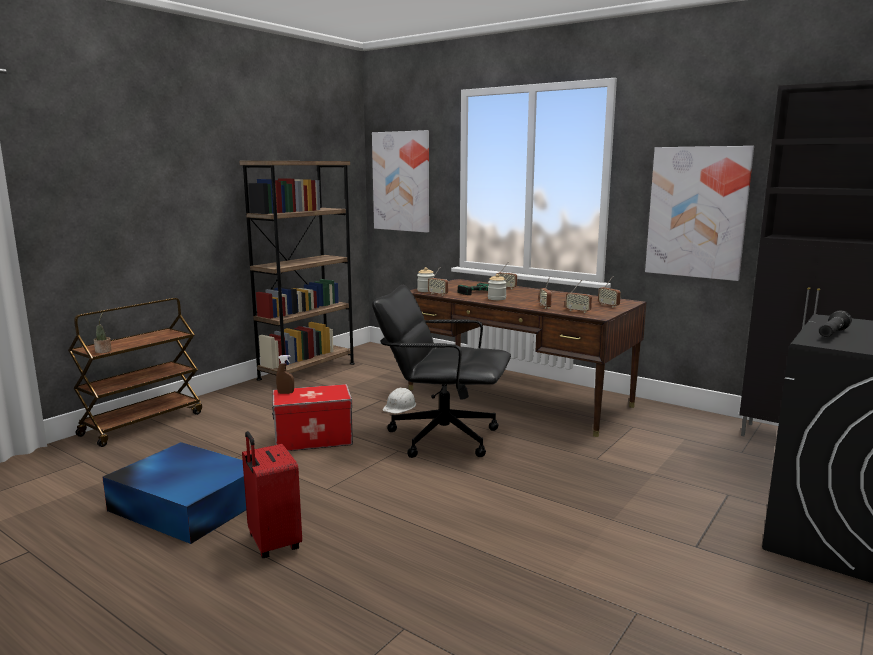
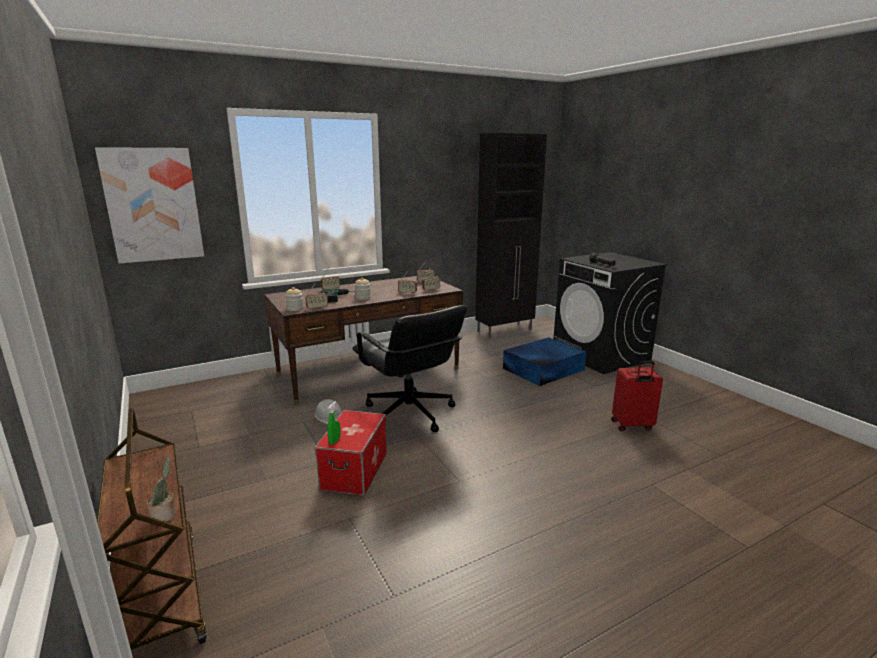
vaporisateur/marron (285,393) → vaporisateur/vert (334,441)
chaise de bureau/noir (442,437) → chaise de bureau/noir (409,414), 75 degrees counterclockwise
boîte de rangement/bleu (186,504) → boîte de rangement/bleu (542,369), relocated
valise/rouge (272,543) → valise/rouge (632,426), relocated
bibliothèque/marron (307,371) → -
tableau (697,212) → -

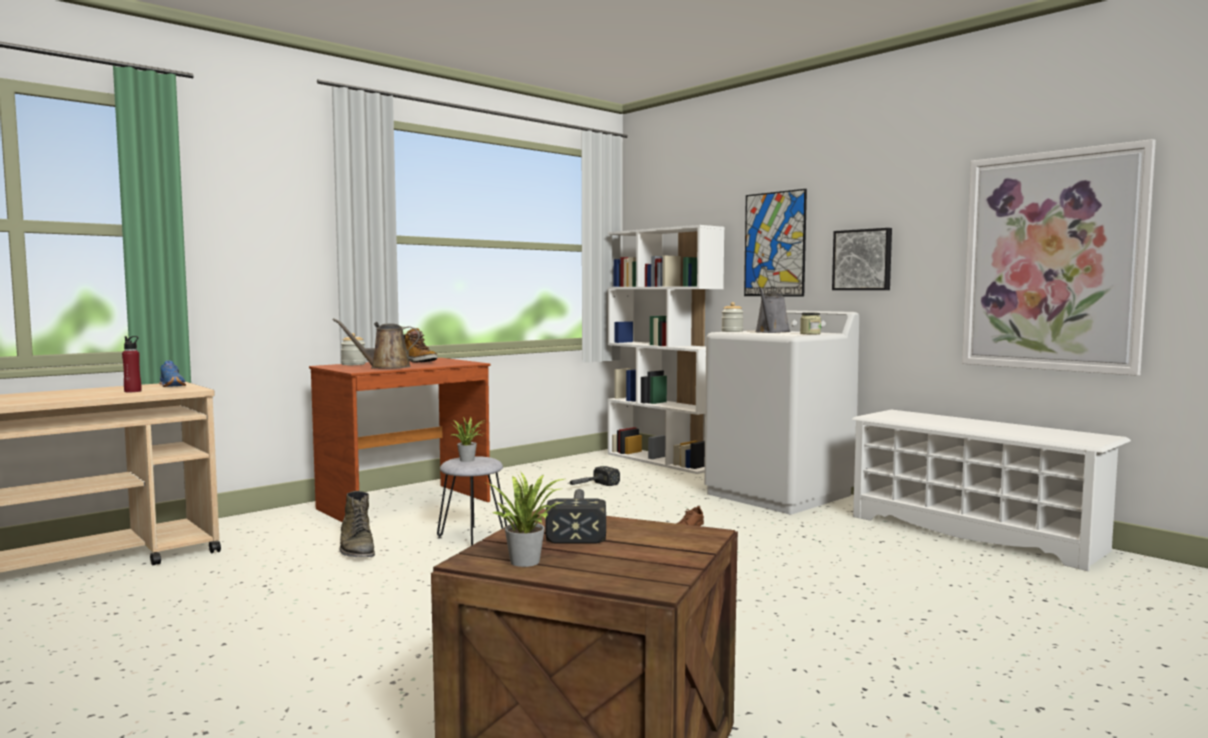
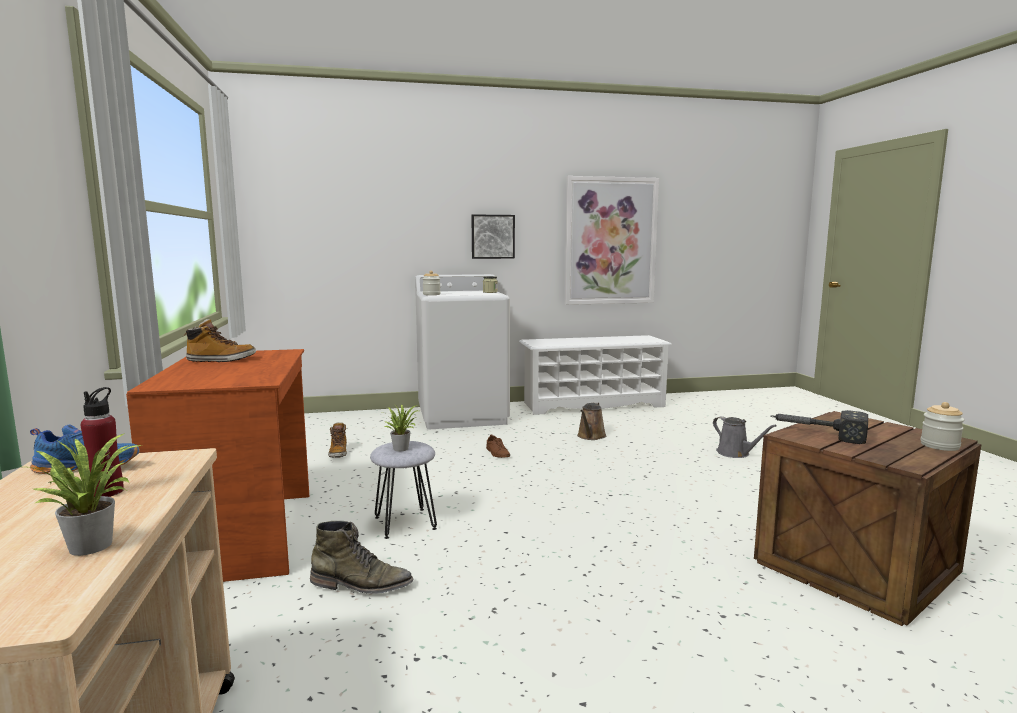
plante en pot (528,560) → plante en pot (92,544), relocated
marteau (590,486) → botte (338,453)
arrosoir/marron (385,367) → arrosoir/marron (590,436), relocated
arrosoir/gris (771,332) → arrosoir/gris (735,453), relocated
bocal (353,364) → bocal (939,446), relocated
bibliothèque/blanc (663,461) → -
tableau (774,244) → -

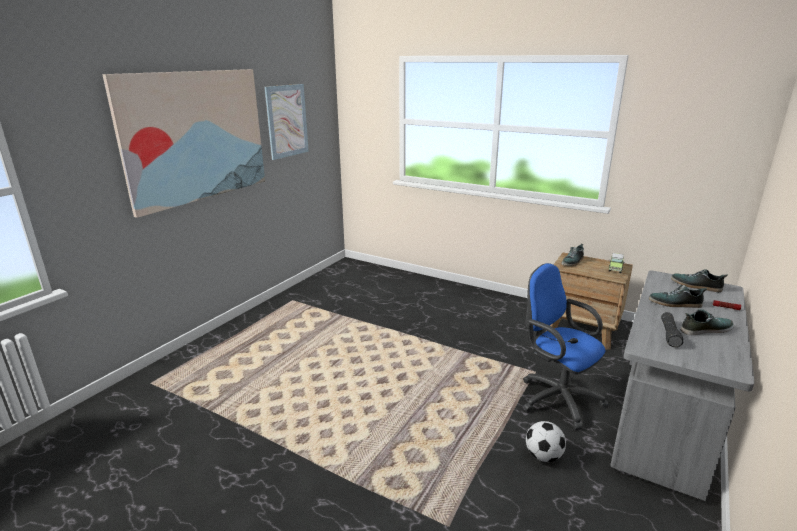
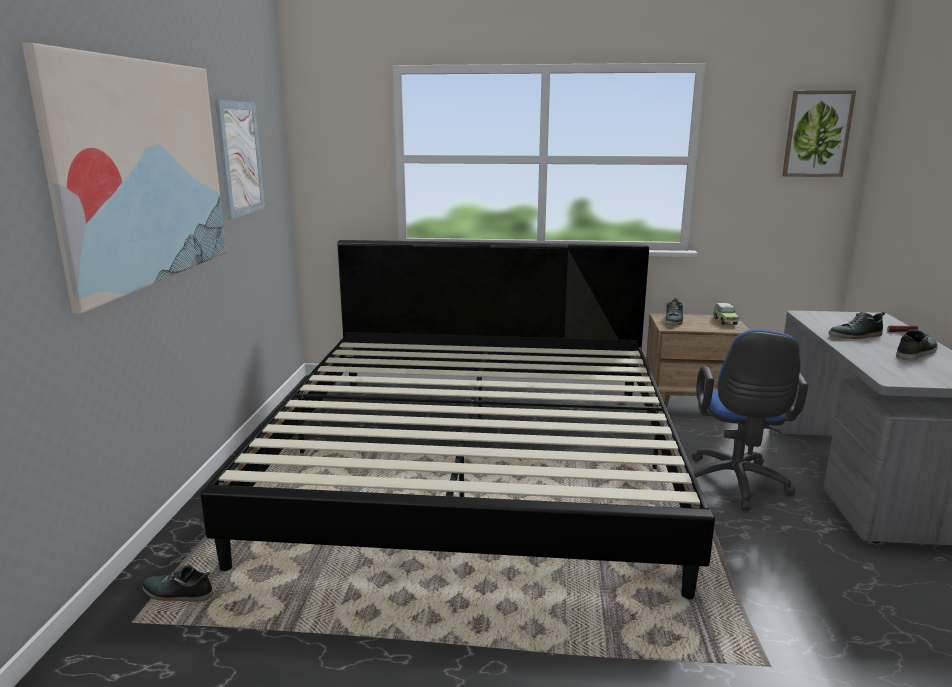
chaussure (696,285) → chaussure (177,593), relocated
- → lit (475,462)
chaise de bureau/bleu (556,398) → chaise de bureau/bleu (735,485), 105 degrees counterclockwise
- → tableau (817,134)
ballon de foot (543,456) → -
lampe de poche/noir (669,334) → -

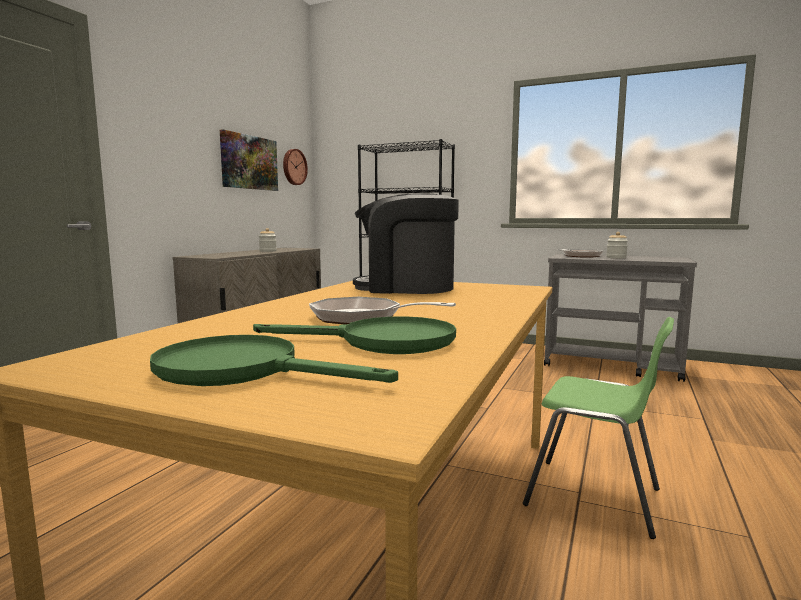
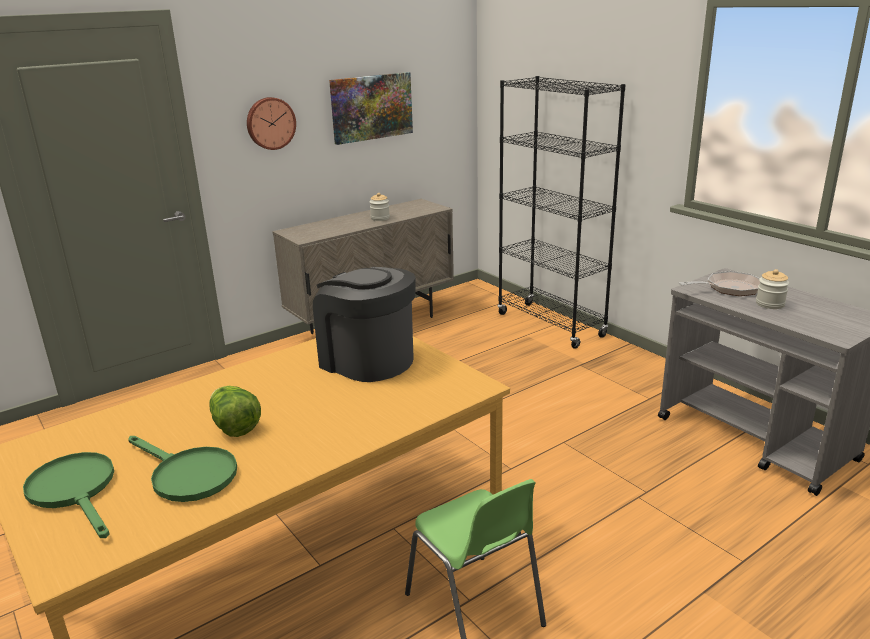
poêle (363,318) → laitue (234,427)
horloge murale (293,167) → horloge murale (270,123), relocated

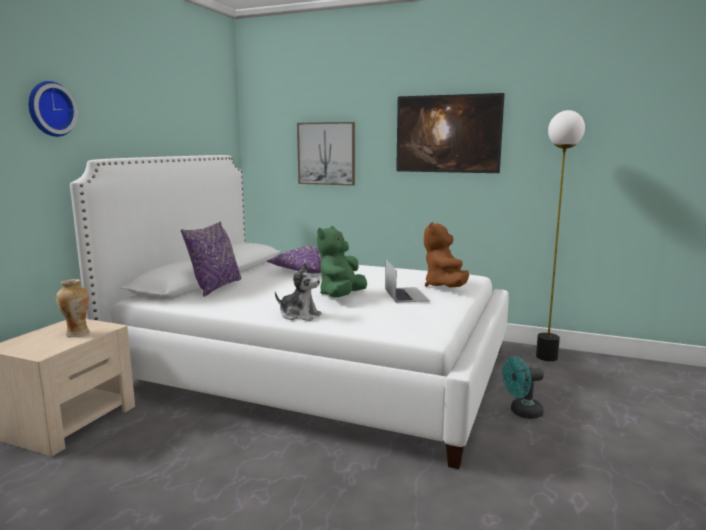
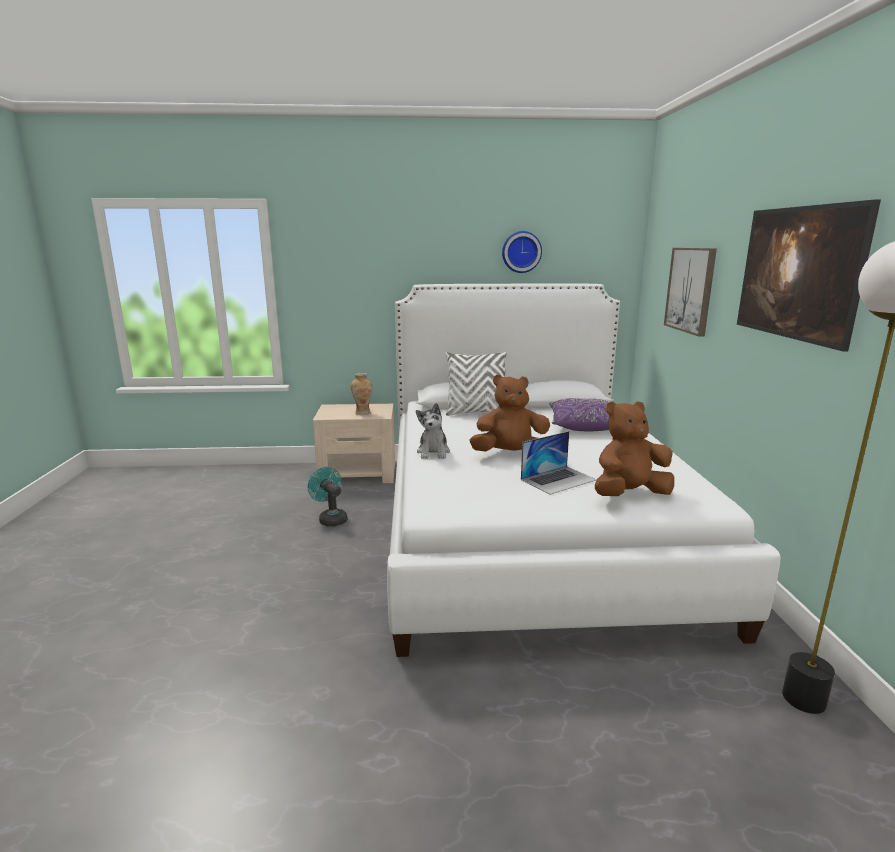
ventilateur/turquoise (521,412) → ventilateur/turquoise (330,519), relocated
coussin/violet (216,287) → coussin/blanc (476,412)
peluche/vert (341,296) → peluche/marron (510,454)
horloge murale (49,109) → horloge murale (521,252), relocated

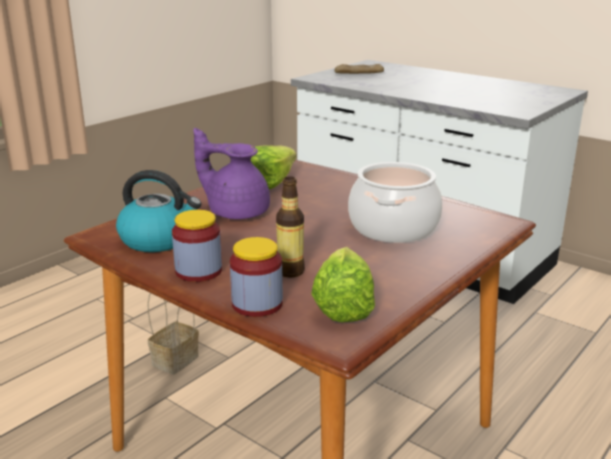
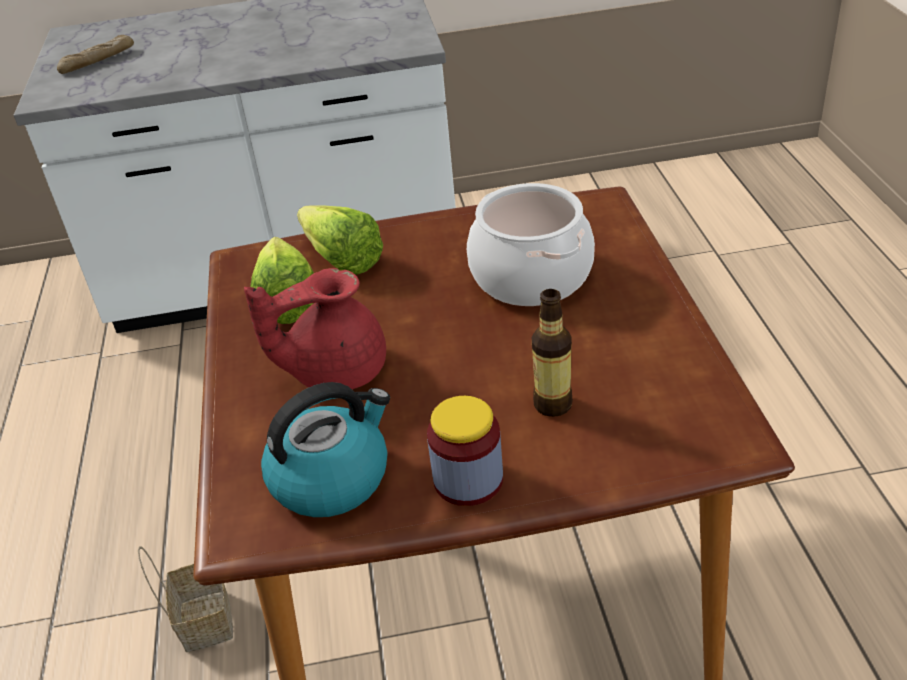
théière/violet (236,211) → théière/rouge (334,371)
laitue (346,303) → laitue (338,257), relocated
bocal (257,304) → -

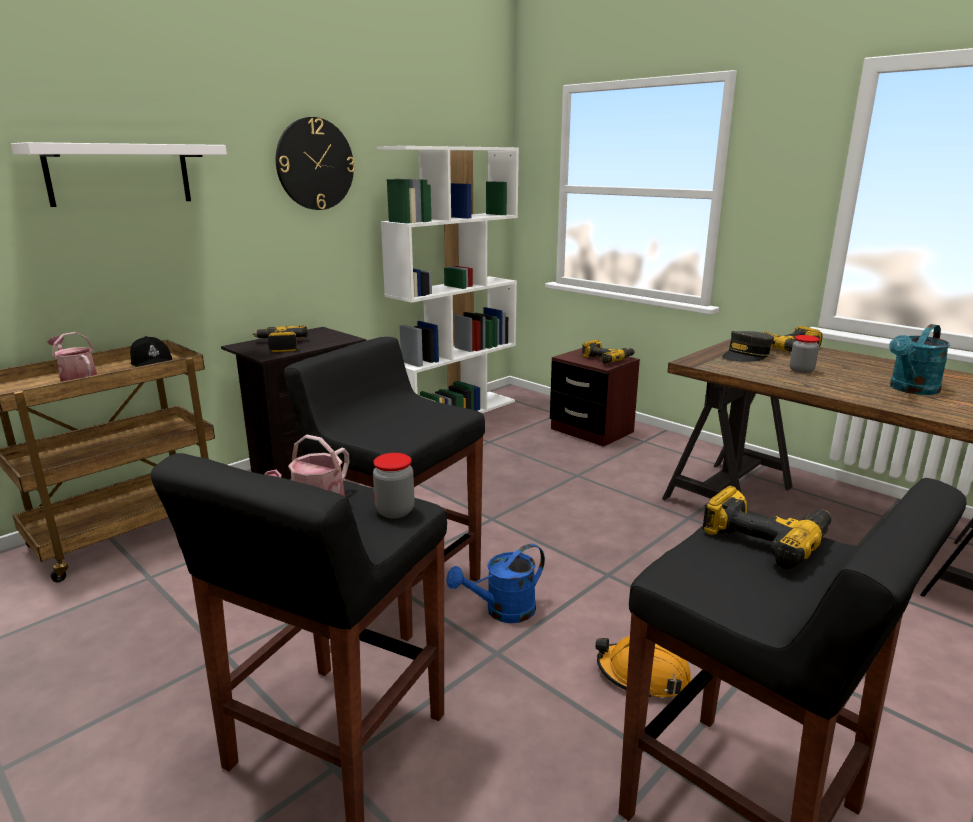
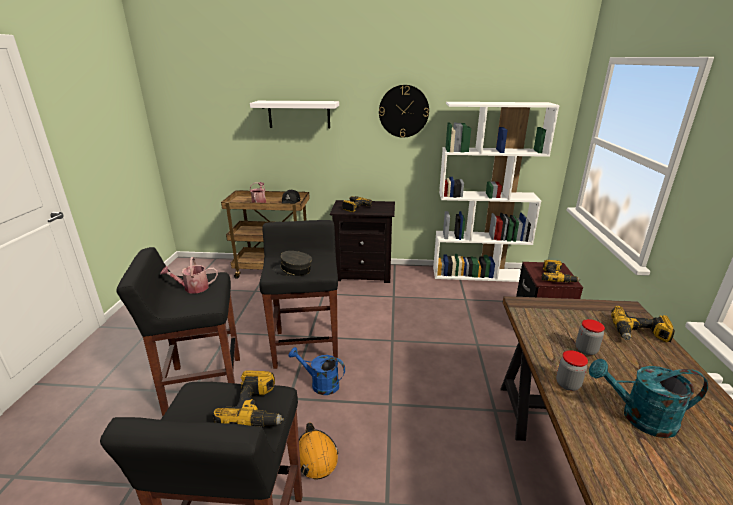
casquette/gris (746,356) → casquette/gris (293,270), relocated
bocal (395,511) → bocal (567,384), relocated

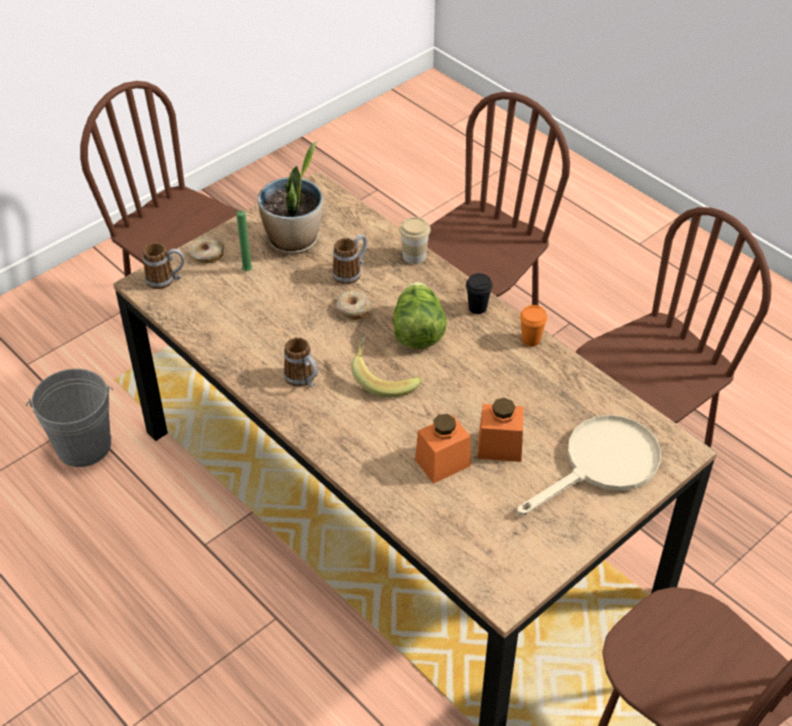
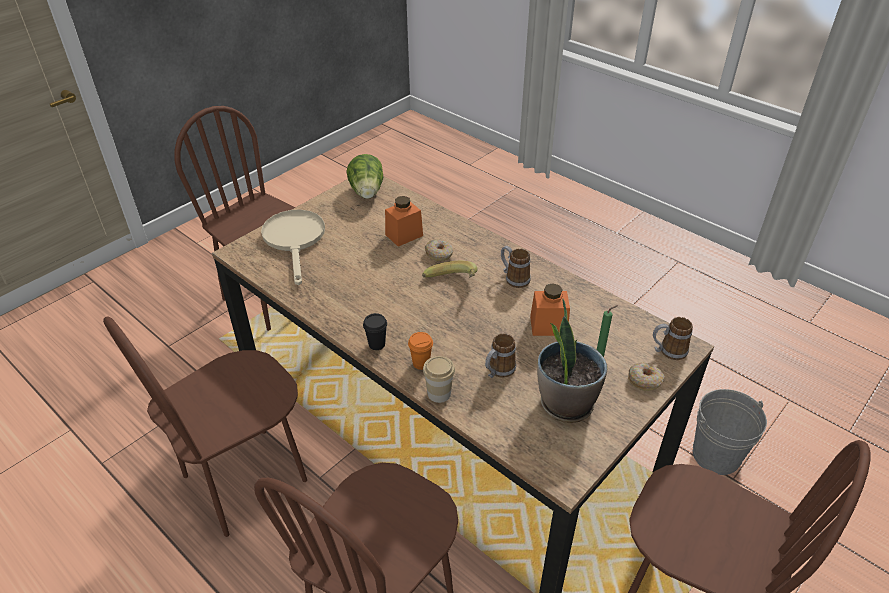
poêle/beige (602,465) → poêle/beige (295,240), 120 degrees clockwise
laitue (417,332) → laitue (367,192), relocated
tasse/orange (531,340) → tasse/orange (421,363), relocated
beignet (353,309) → beignet (439,254), relocated
bocal/orange (499,446) → bocal/orange (548,326), relocated

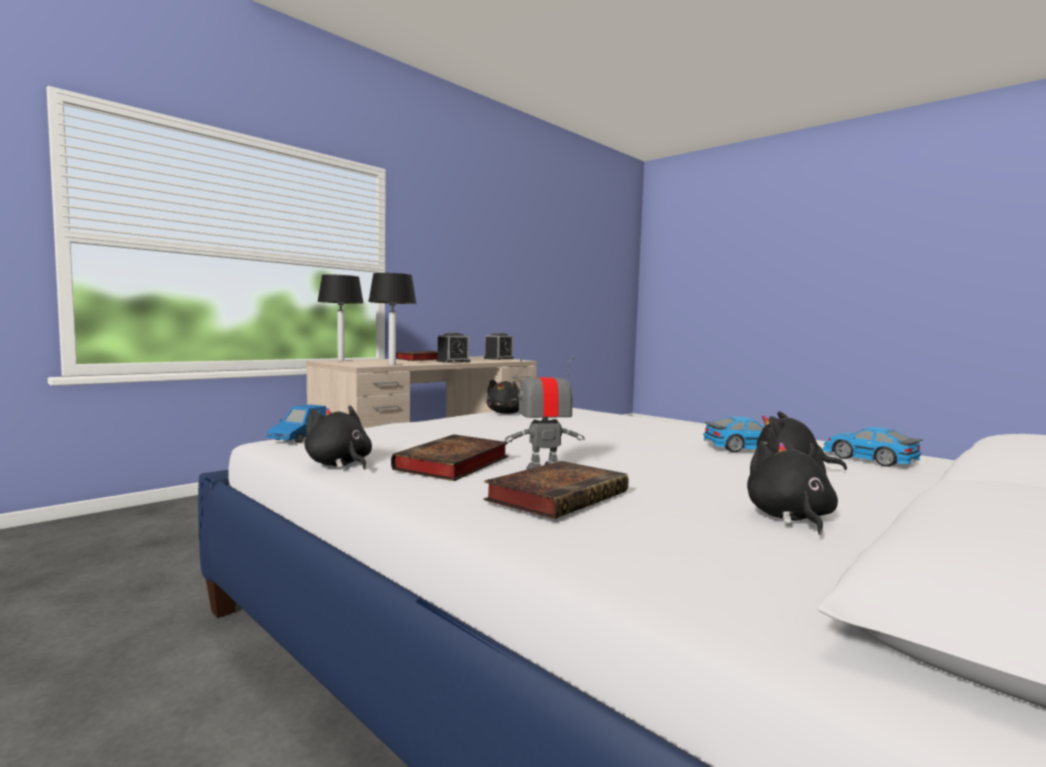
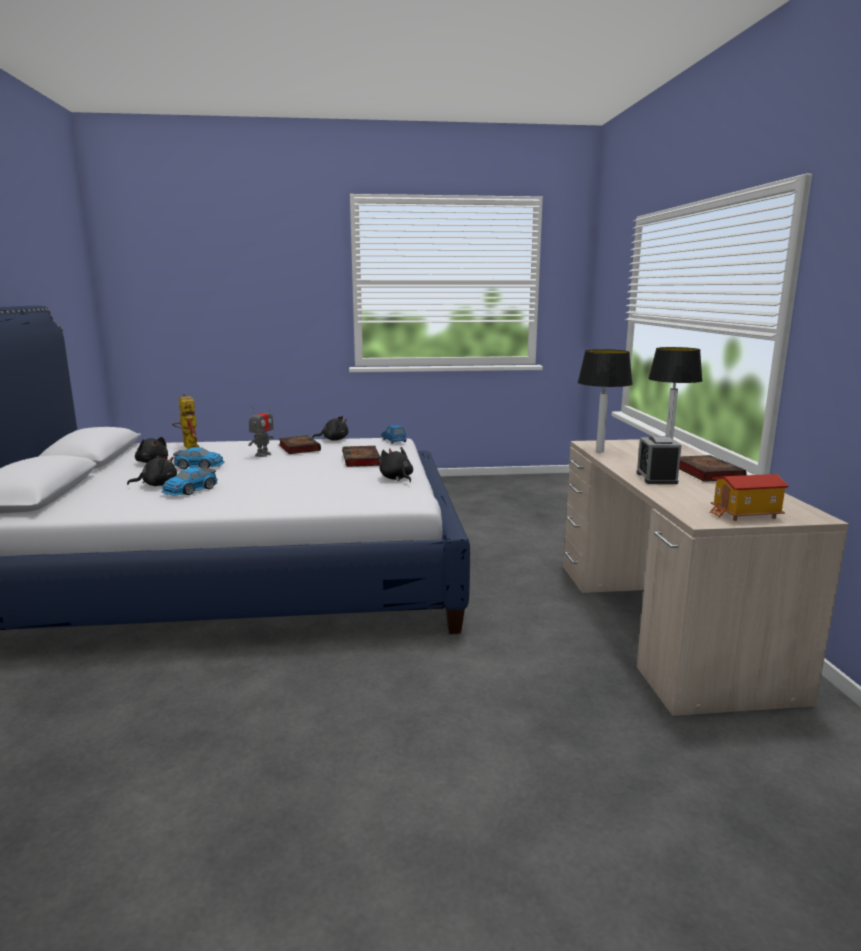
- → robot jouet (188,445)
petite voiture (868,459) → petite voiture (199,466), relocated
livre (559,496) → livre (362,460), relocated
réveil (498,358) → maison miniature (745,515)

